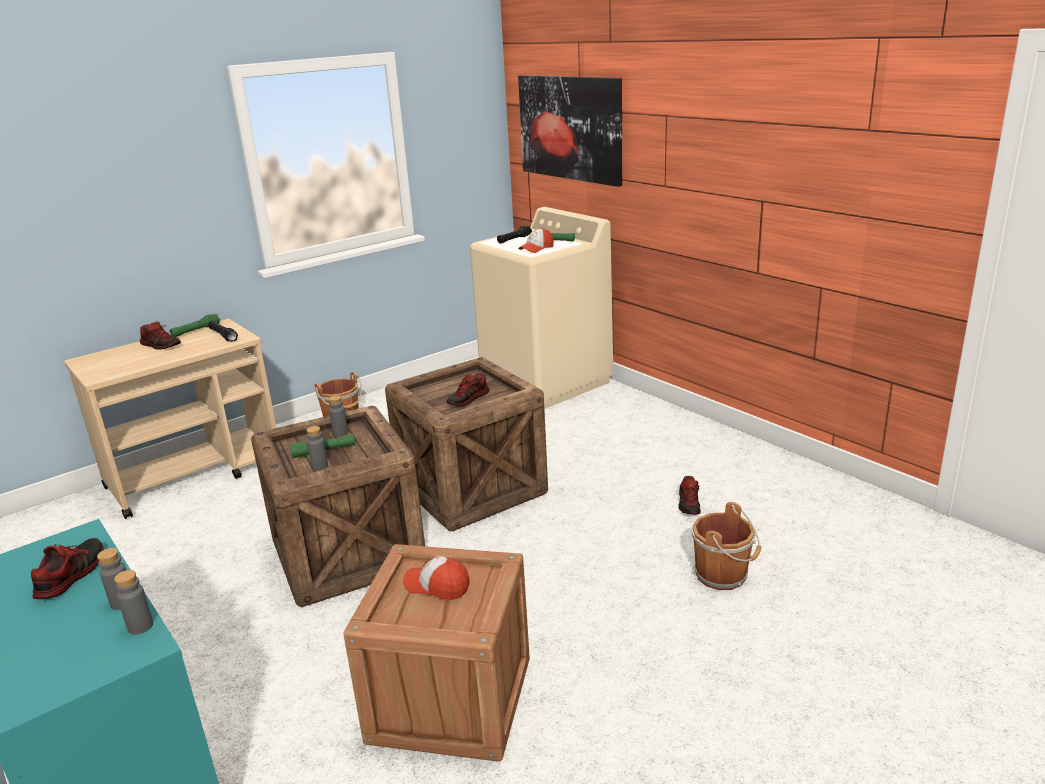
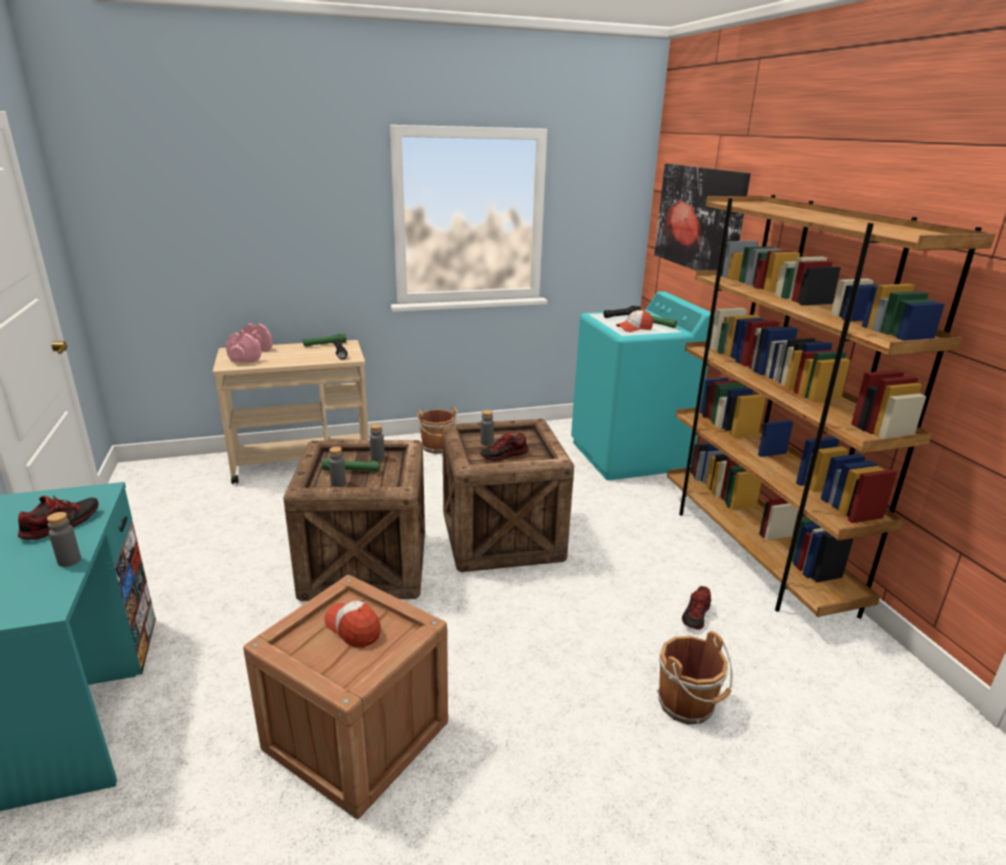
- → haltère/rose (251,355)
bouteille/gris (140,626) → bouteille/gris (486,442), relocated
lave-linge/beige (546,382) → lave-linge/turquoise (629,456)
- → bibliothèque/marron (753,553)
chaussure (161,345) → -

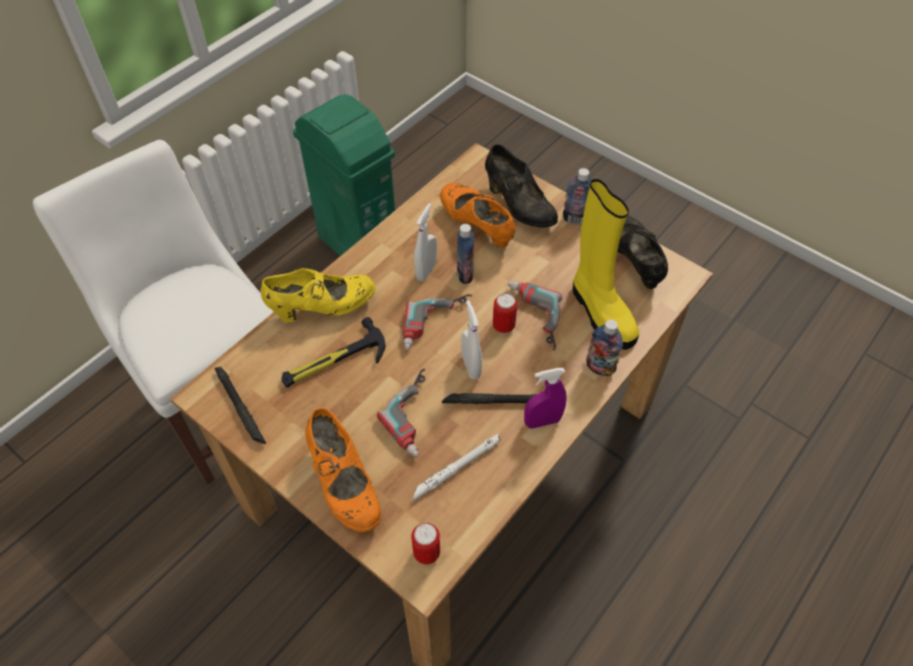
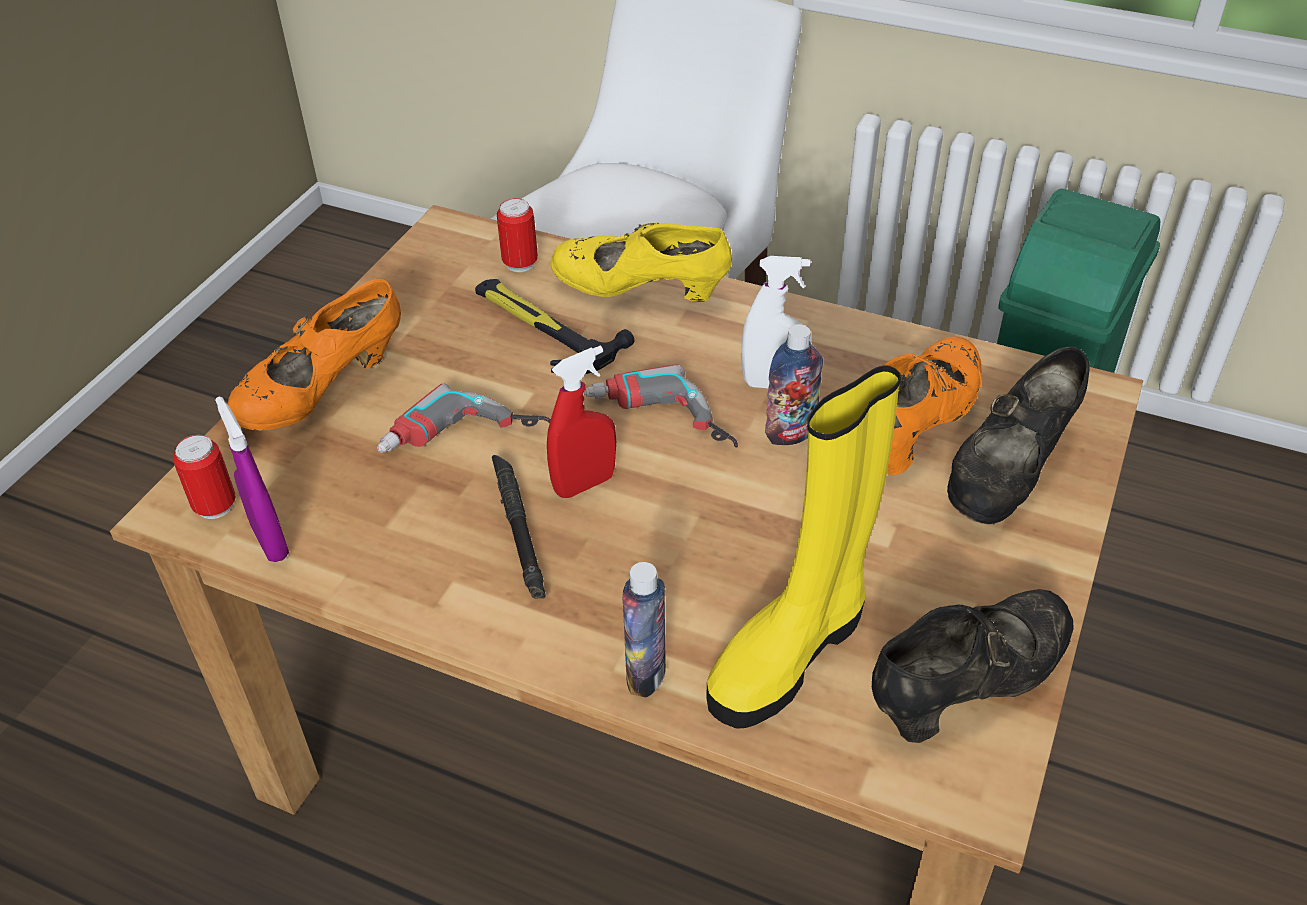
vaporisateur/violet (542,421) → vaporisateur/violet (270,542), relocated
boîte métallique (503,326) → boîte métallique (520,263), relocated
vaporisateur/blanc (471,366) → vaporisateur/rouge (584,484)
chaussure/jaune (323,307) → chaussure/jaune (640,292), 135 degrees clockwise
lampe de poche/noir (240,407) → -
lampe de poche/blanc (456,469) → -
perceuse (531,318) → -
bouteille (575,219) → -

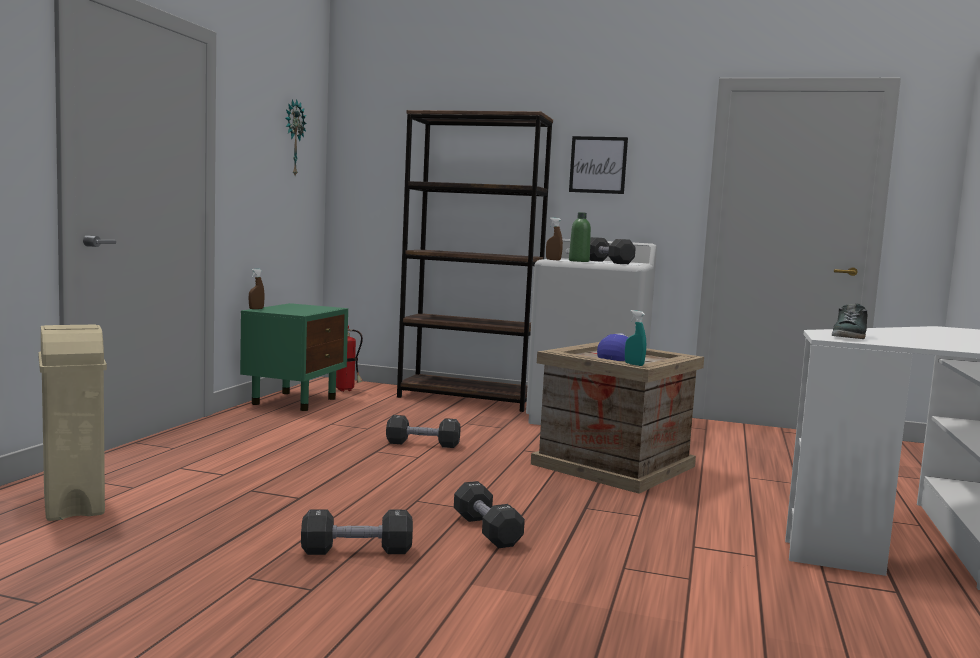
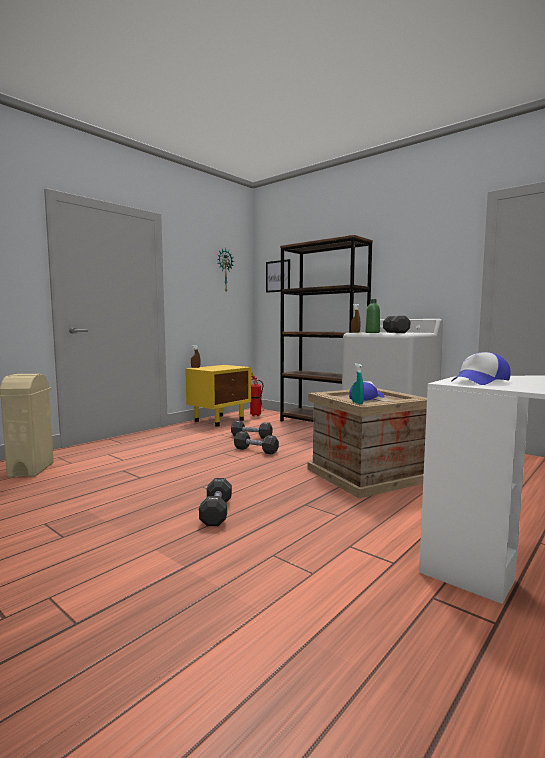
table de chevet/vert (295,401) → table de chevet/jaune (219,420)
haltère/noir (356,551) → haltère/noir (251,437), relocated
tableau (598,165) → tableau (278,276), relocated
chaussure (850,336) → casquette (480,381)

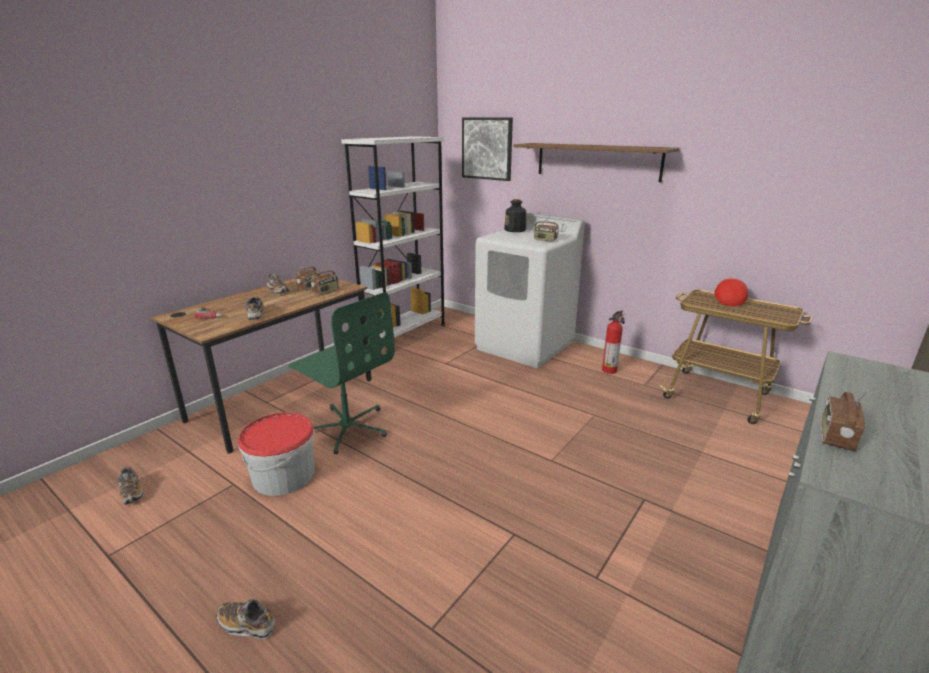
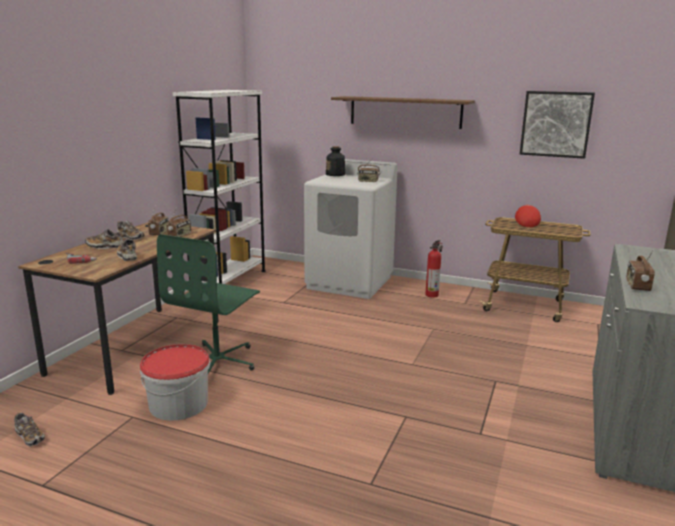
chaussure (247,625) → chaussure (105,246), relocated
chaise de bureau/vert (347,427) → chaise de bureau/vert (218,361), 90 degrees clockwise
tableau (487,148) → tableau (556,124), relocated

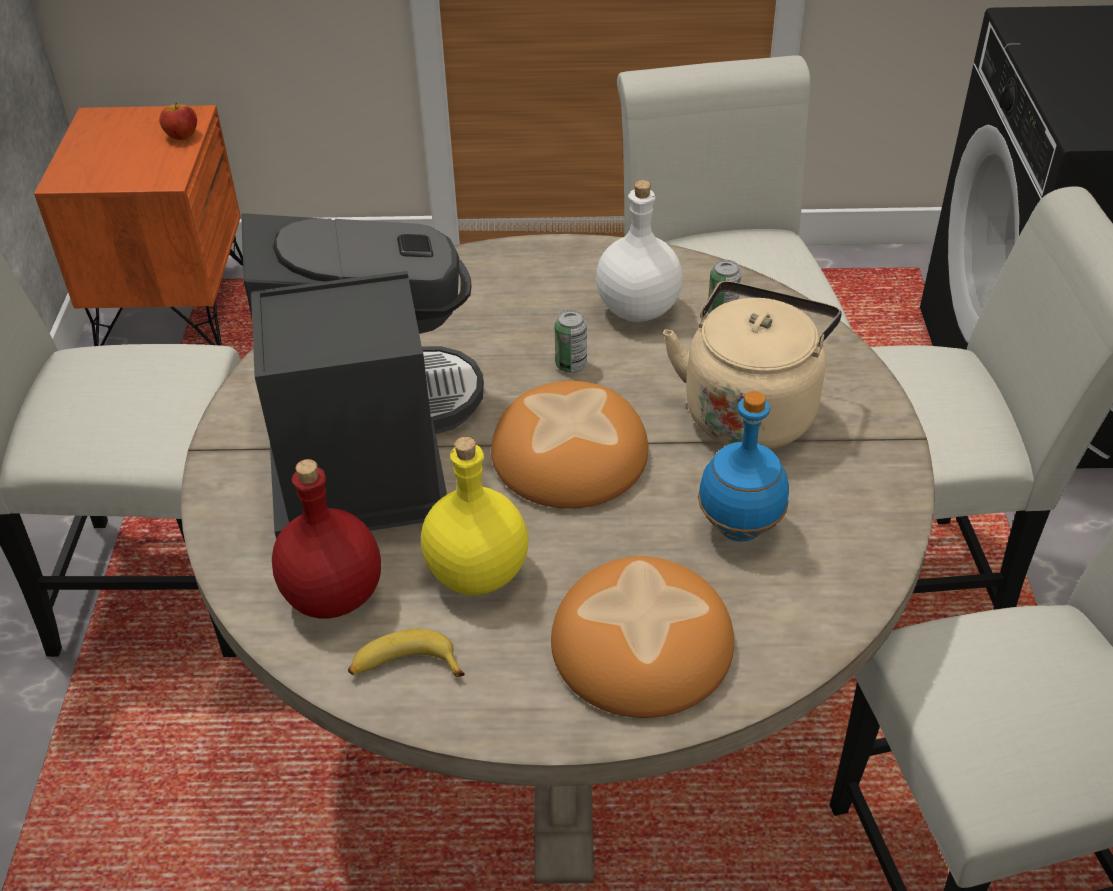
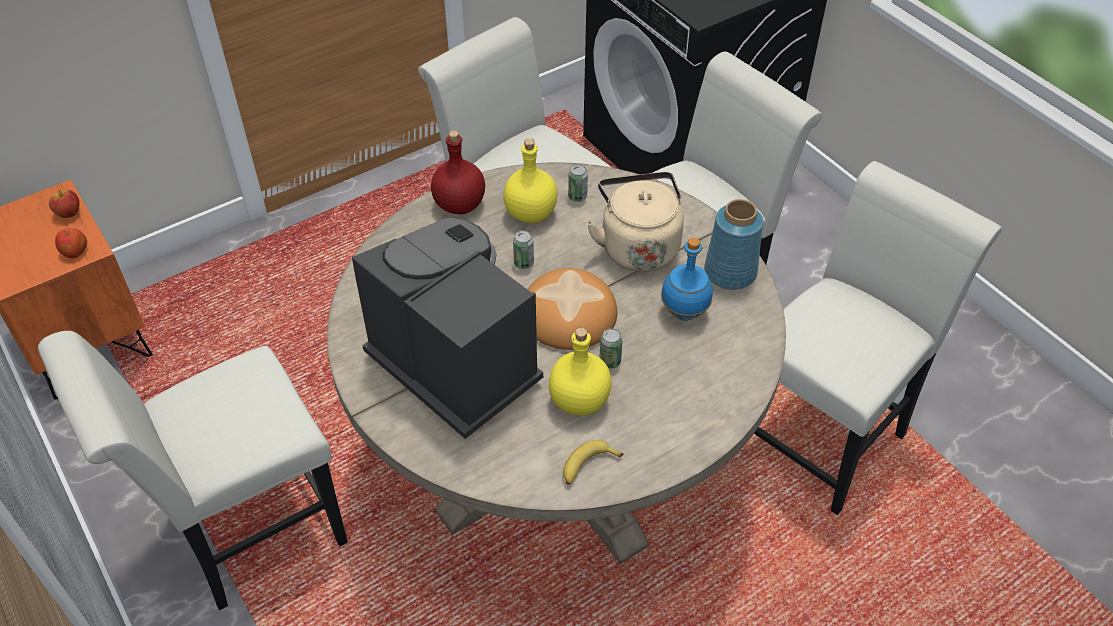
- → pomme (75,251)
bouteille/rouge (333,597) → bouteille/rouge (460,205), relocated
bouteille/blanc (639,309) → bouteille/jaune (531,213)
- → boîte métallique (610,361)
- → vase/bleu (729,272)
pain (641,647) → -

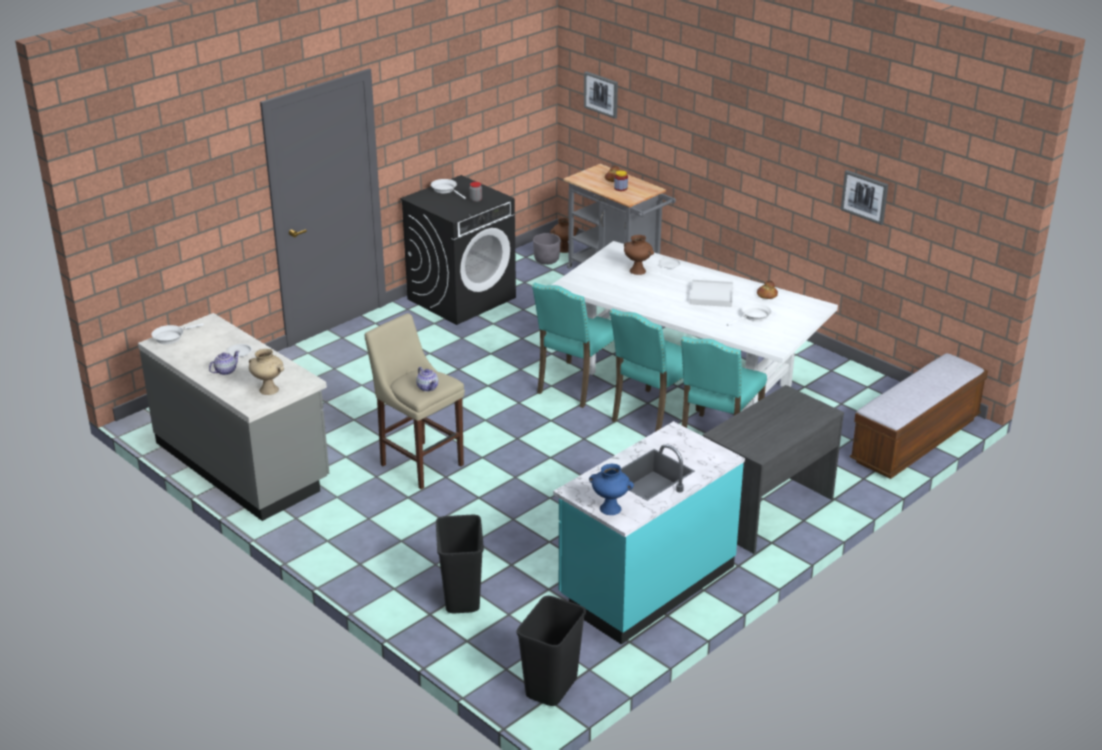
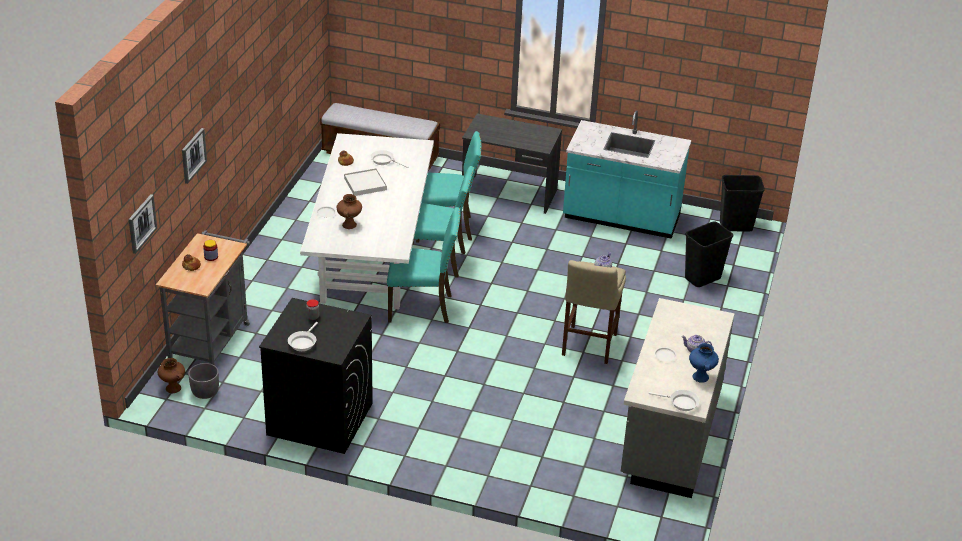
tableau (865,196) → tableau (193,155), relocated
vase/bleu (609,509) → vase/bleu (701,377), relocated
vase/beige (268,390) → -

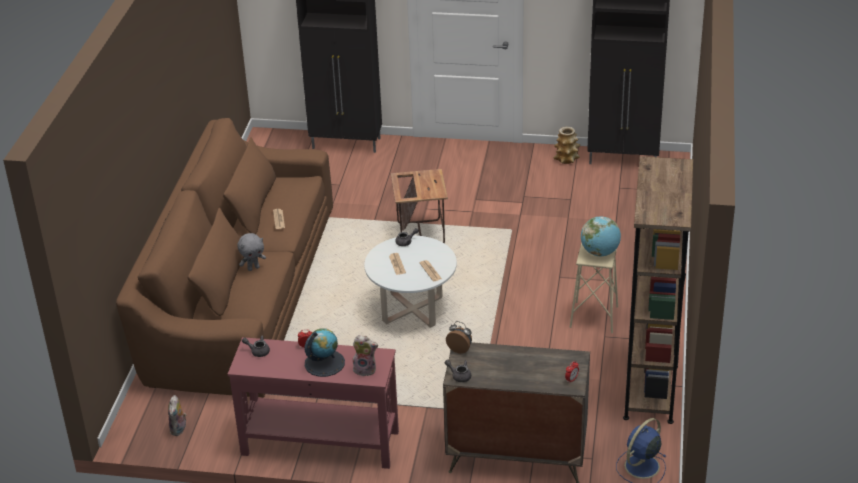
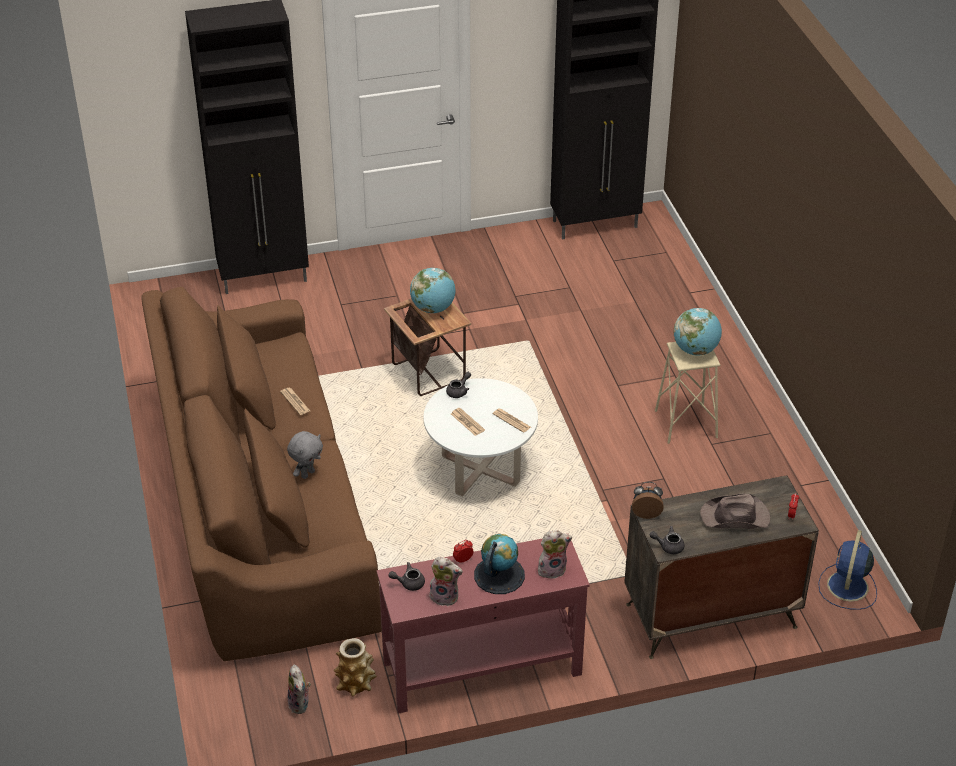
vase (567,159) → vase (356,683), relocated
- → globe (433,308)
- → peluche (445,596)
- → chapeau/marron (735,517)
bibliothèque/marron (650,384) → -

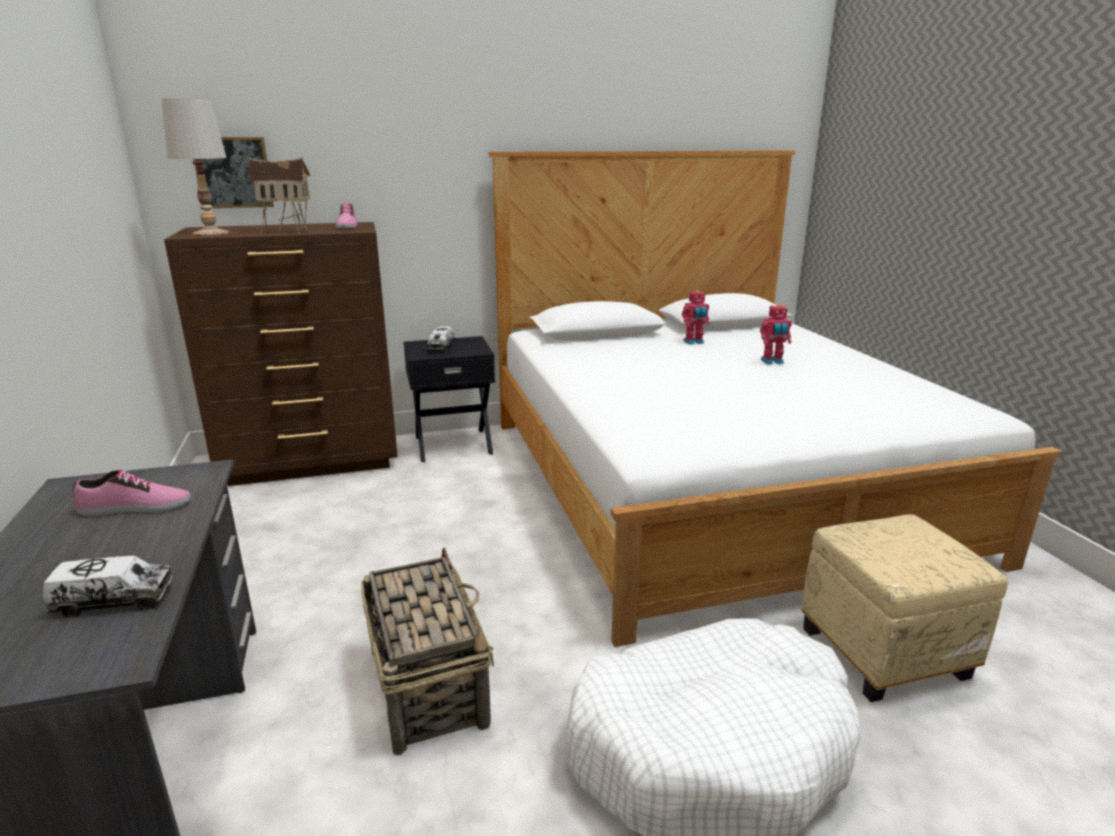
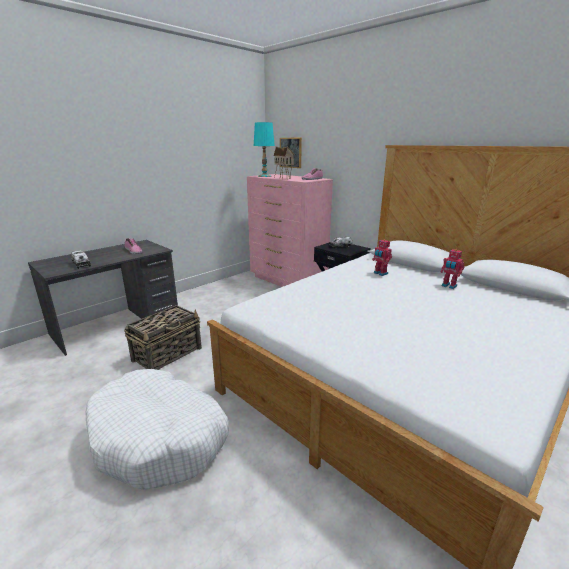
commode/marron (313,462) → commode/rose (287,281)
lampe de table/blanc (211,233) → lampe de table/turquoise (264,176)
robot jouet (772,362) → robot jouet (380,273), relocated
pouf/beige (884,651) → -

